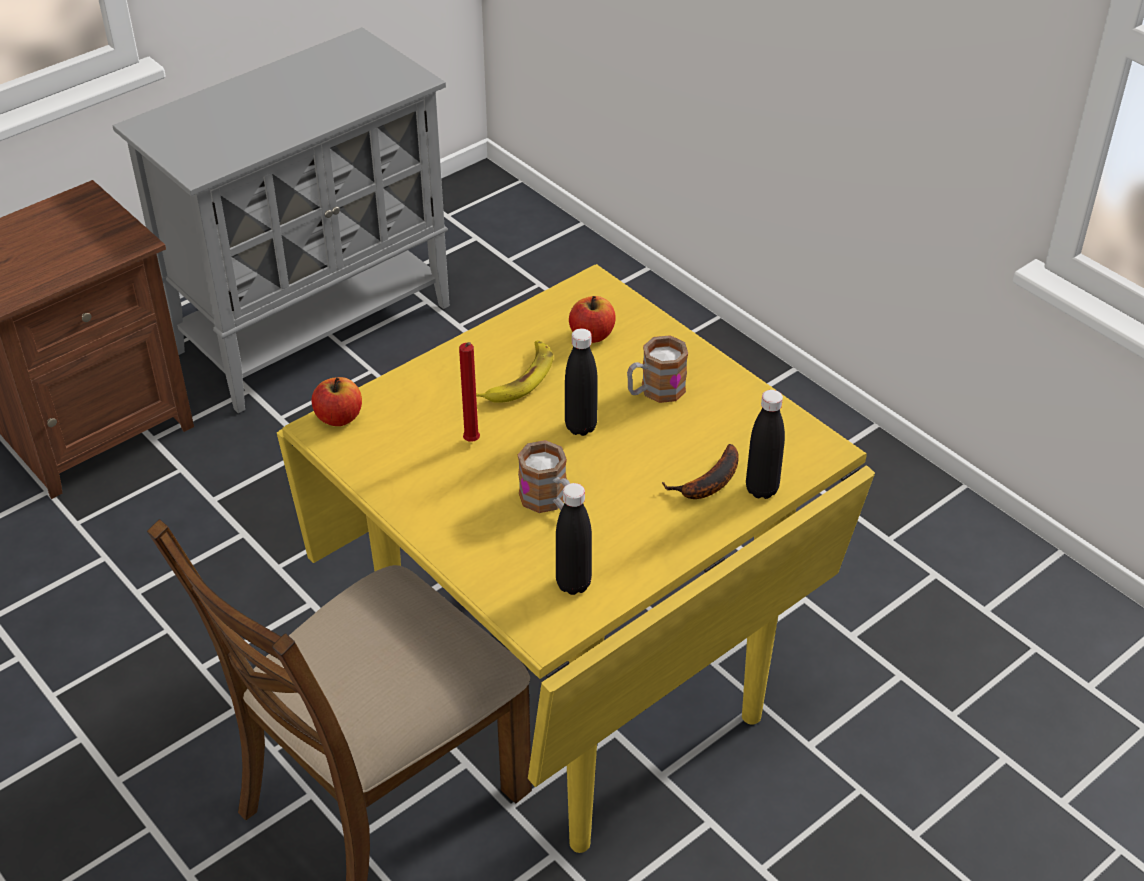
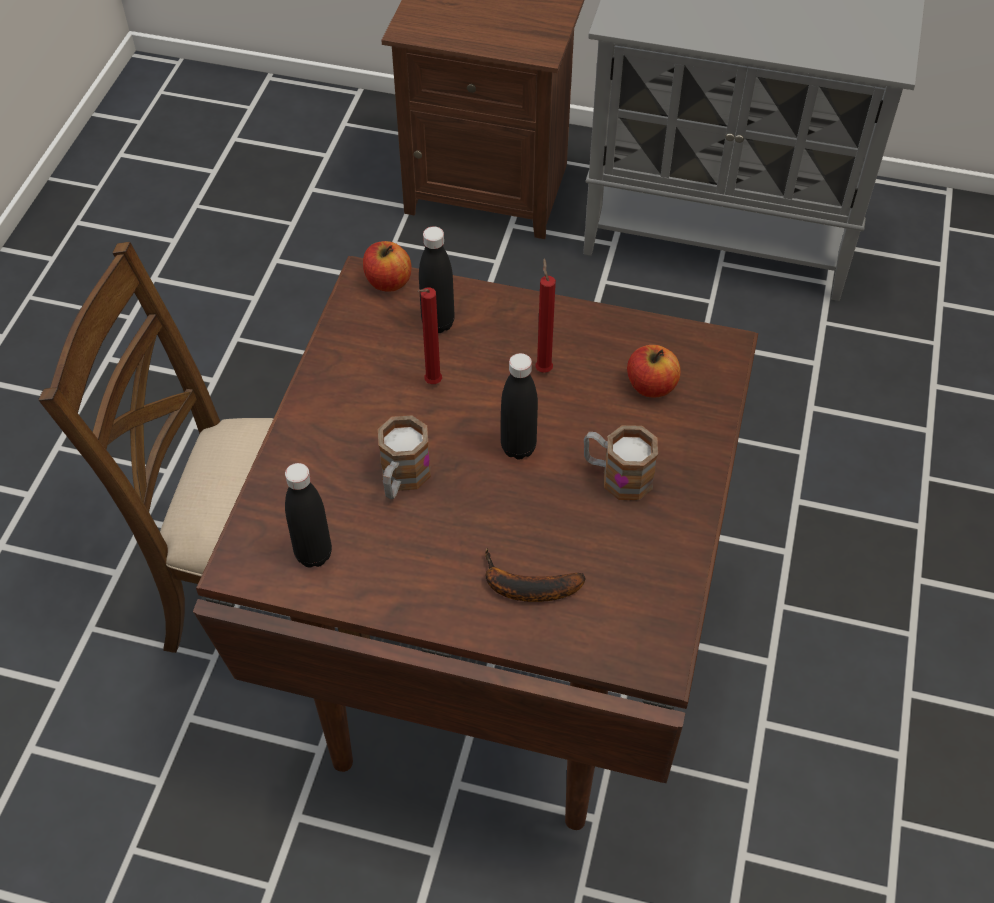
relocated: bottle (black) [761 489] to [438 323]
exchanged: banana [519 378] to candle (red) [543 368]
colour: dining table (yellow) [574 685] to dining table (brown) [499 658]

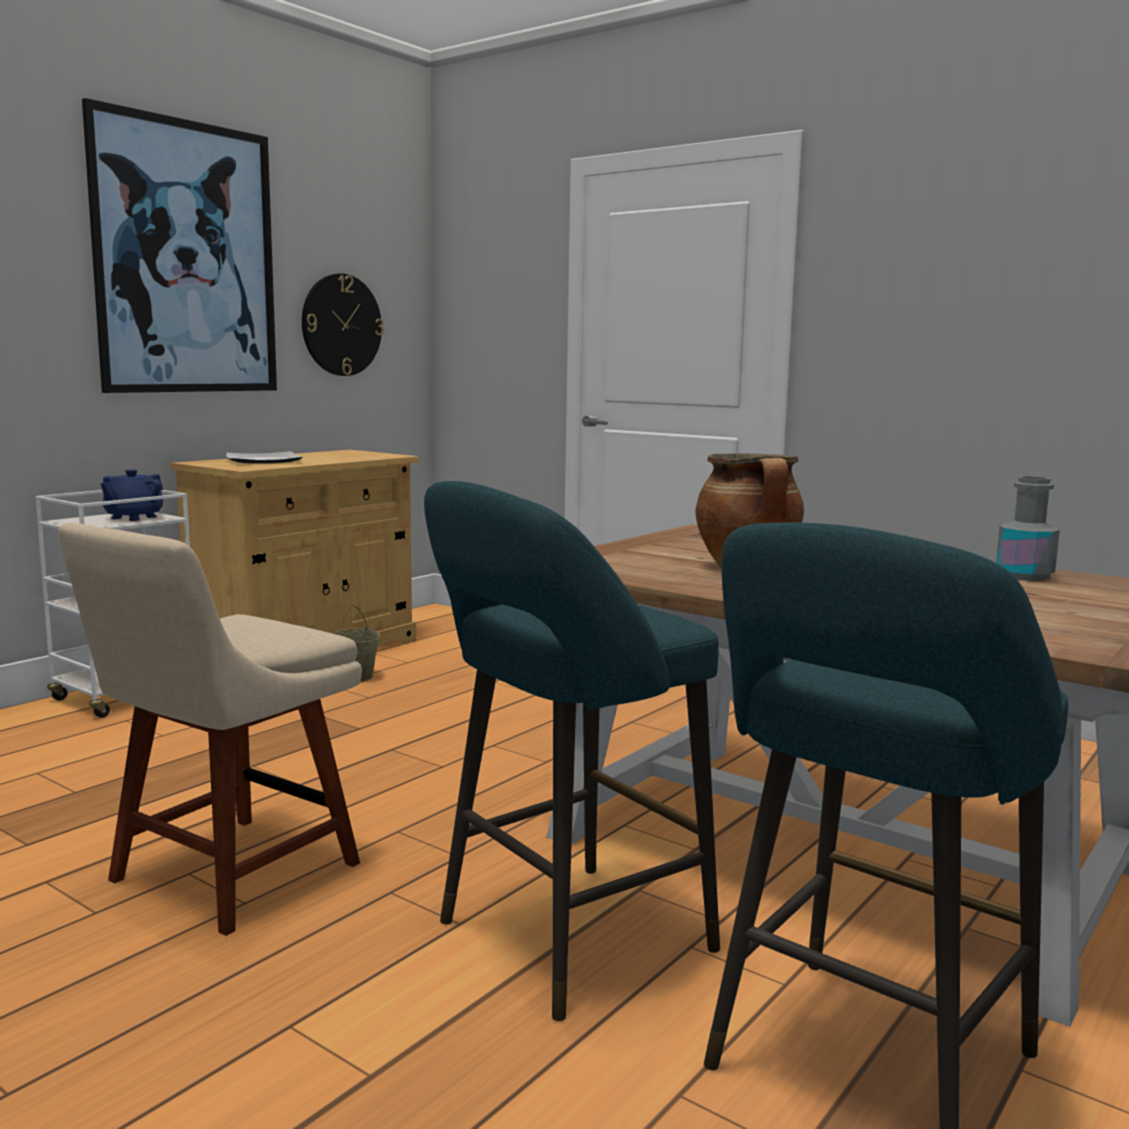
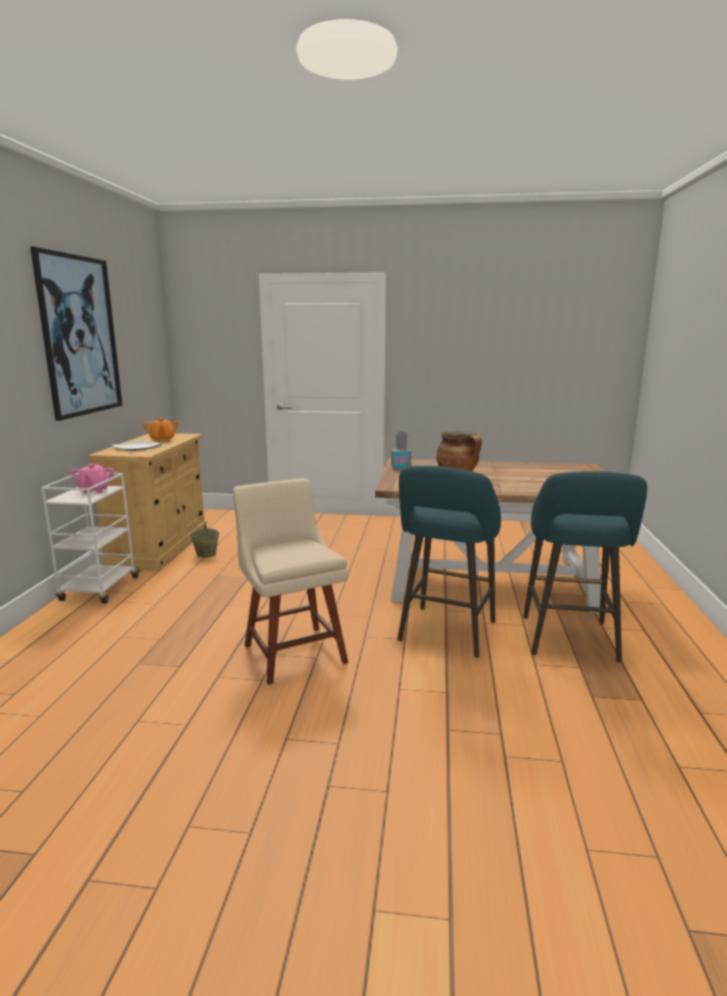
missing: wall clock [341 325]
appeared: teapot (orange) [162 440]
relocated: bottle (grey) [1024 576] to [401 467]
colour: teapot (blue) [133 517] to teapot (pink) [94 490]
spun: chair (beige) [225 876] = [293 651] 150 degrees clockwise

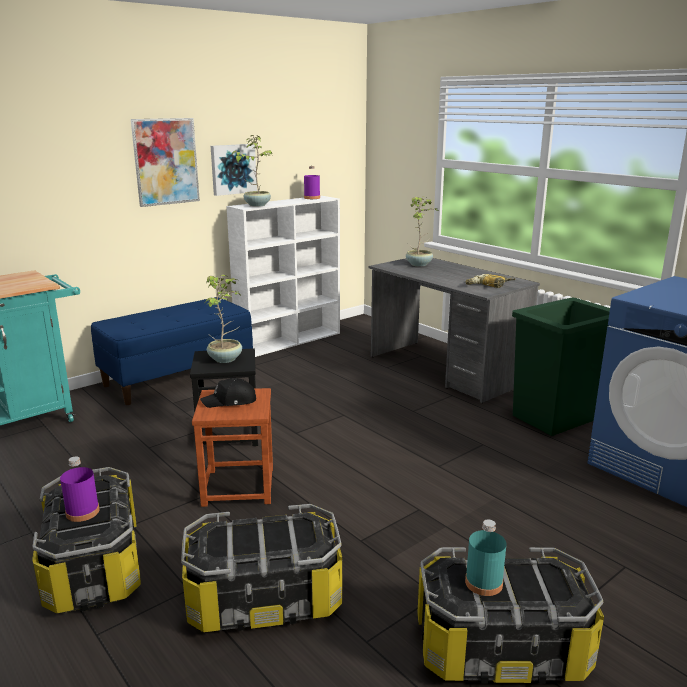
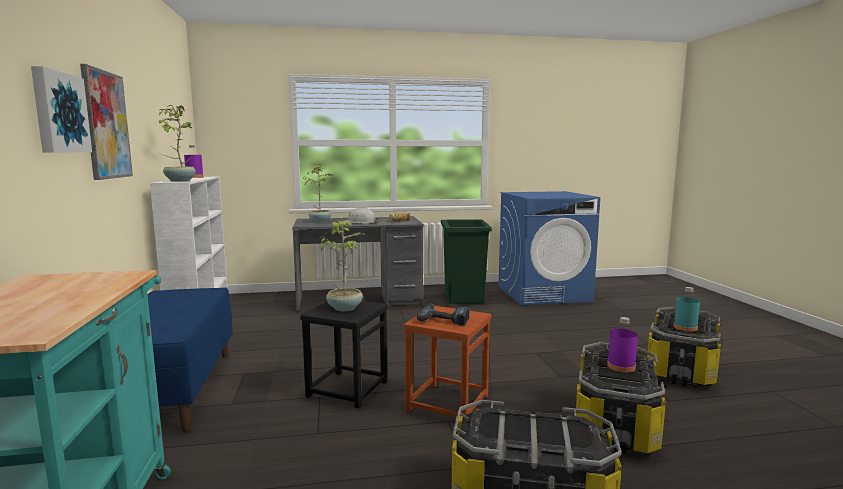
appeared: hard hat (white) [360 222]
relocated: picture [232 169] to [59 113]; bottle (purple) [82 512] to [621 366]
exchanged: cap (black) [230 401] to power drill [444 318]

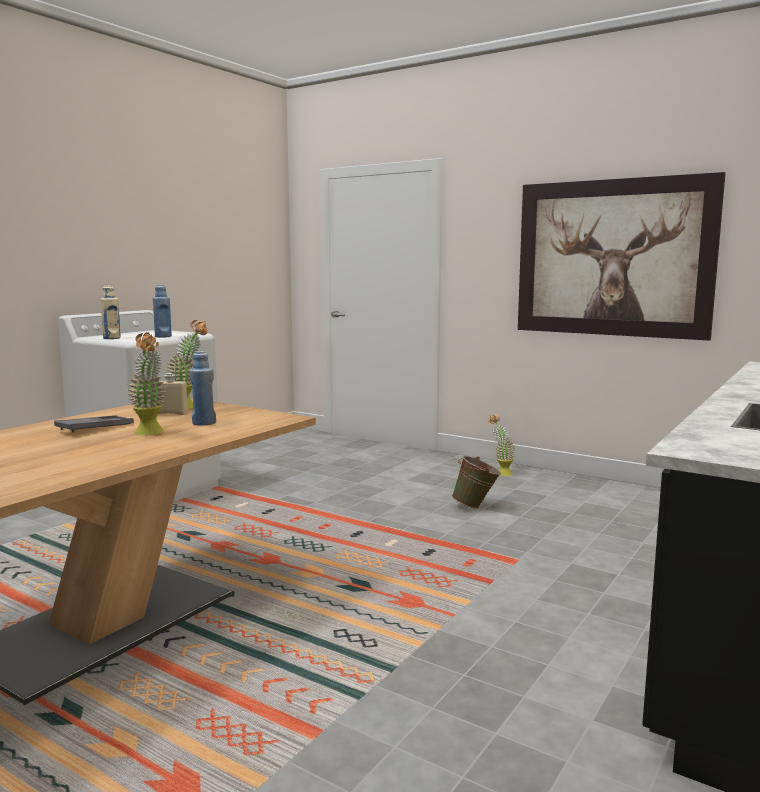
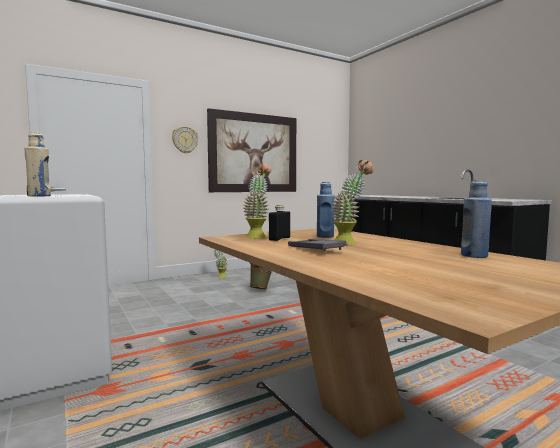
appeared: wall clock [185 139]
relocated: bottle (blue) [163 336] to [474 256]
colour: bottle (beige) [171 413] to bottle (black) [279 239]

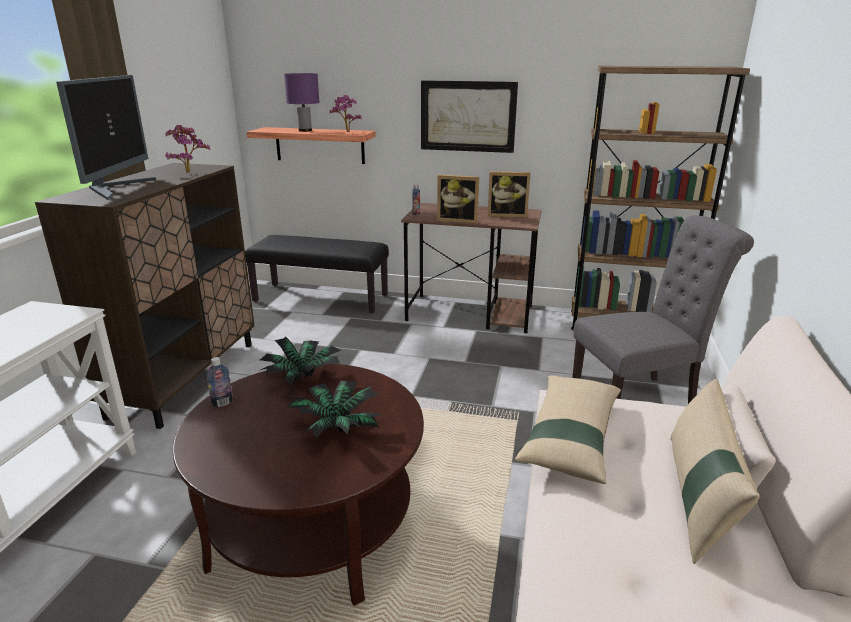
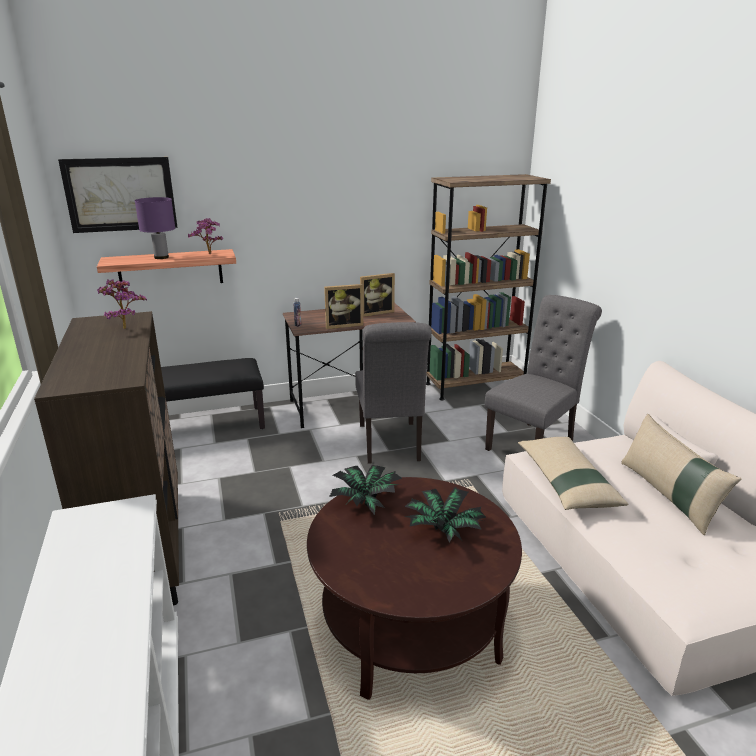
missing: monitor [117 188]; bottle [222 403]
appeared: chair (grey) [390 445]
relocated: picture [468 116] to [120 194]

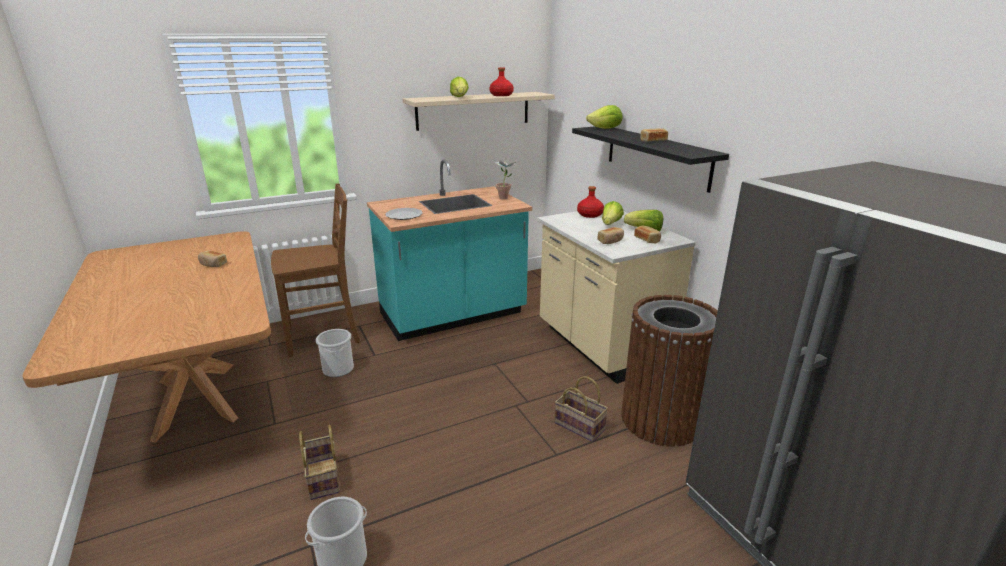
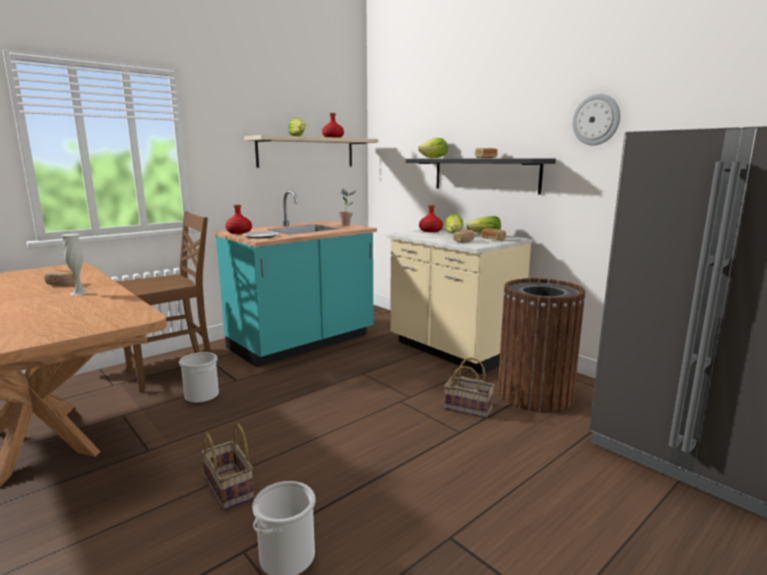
appeared: vase (white) [79 293]; bottle (red) [239 232]; wall clock [596 120]

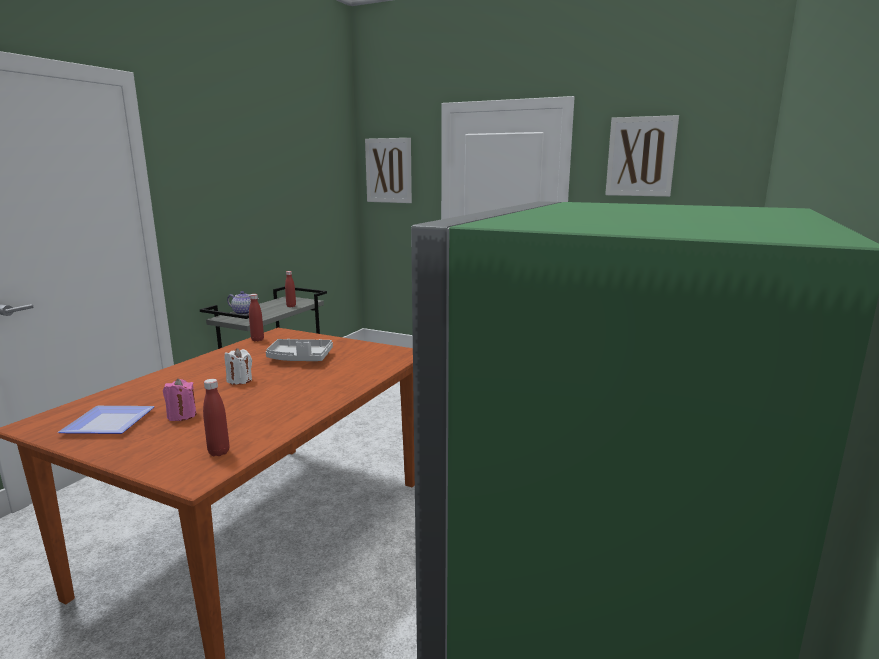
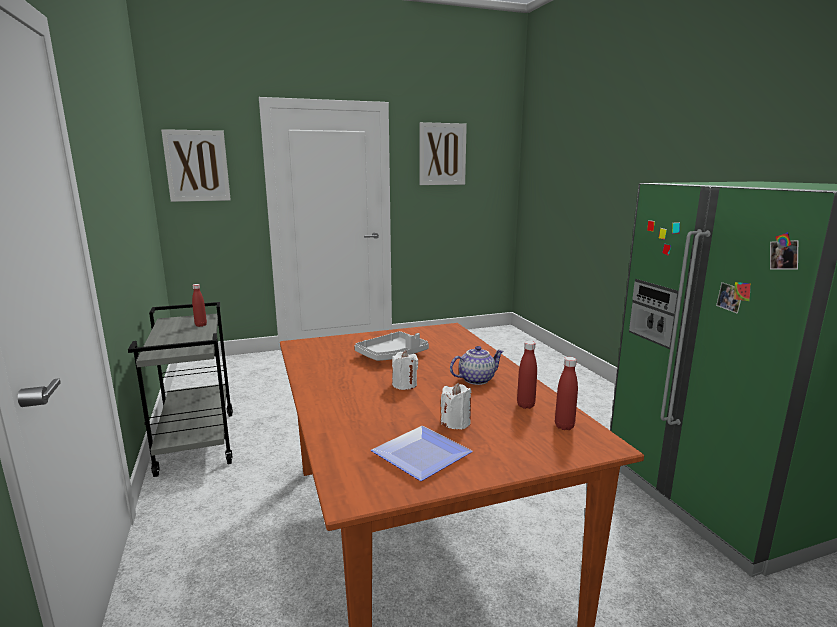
relocated: teapot [244 313] to [476 379]; bottle (red) [257 340] to [525 405]
colour: candle (pink) [182 415] to candle (white) [456 423]

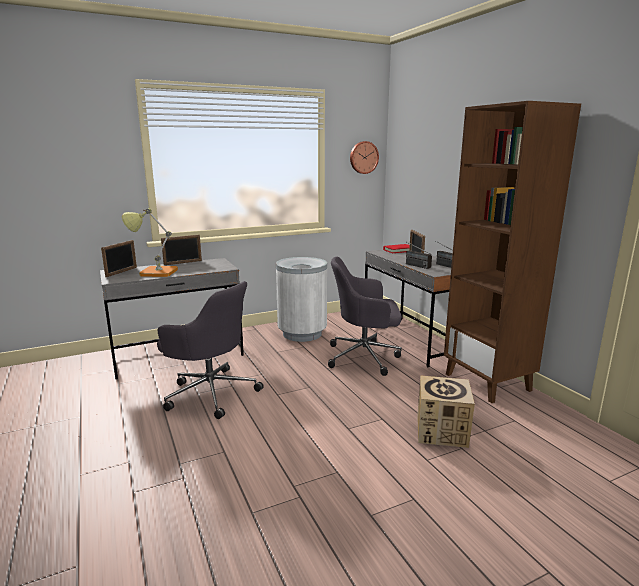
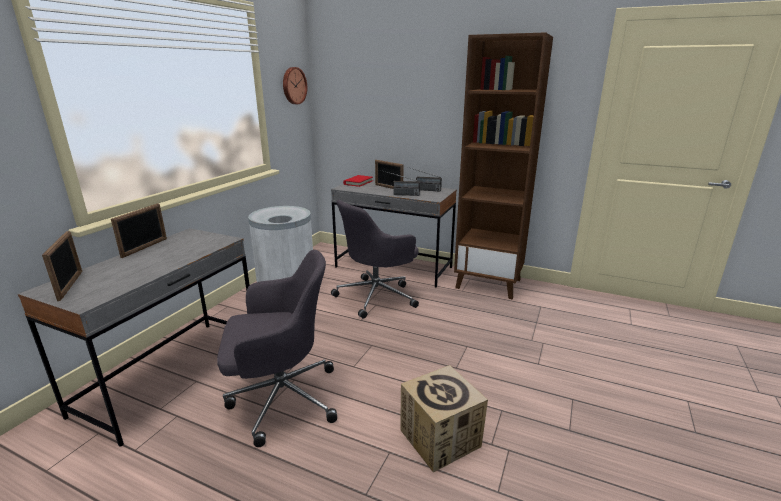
missing: table lamp [154 272]
relocated: cardboard box [442 431] to [440 438]

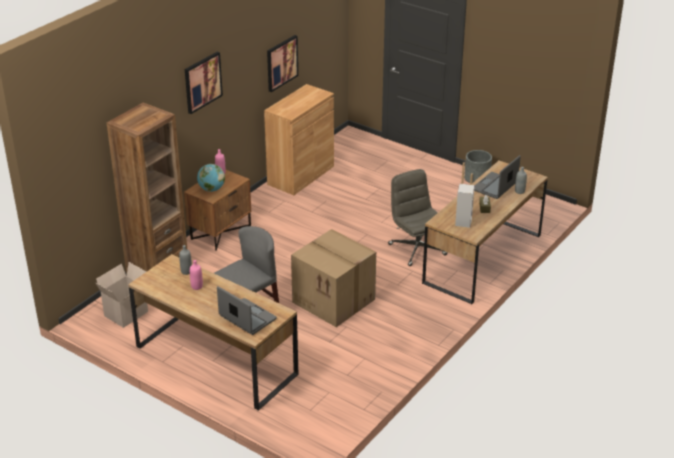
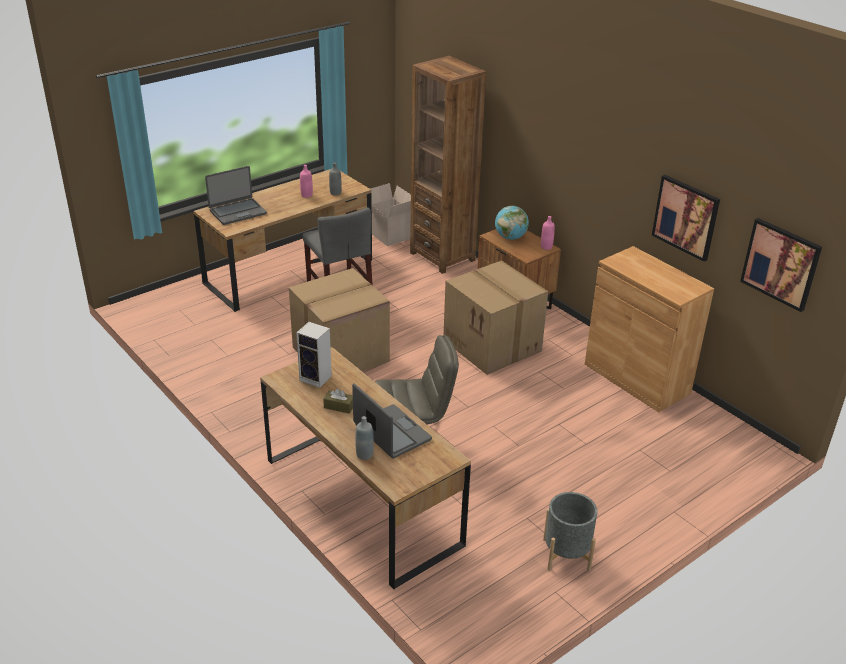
appeared: cardboard box [493 345]
relocated: picture [202 82] to [781 264]

